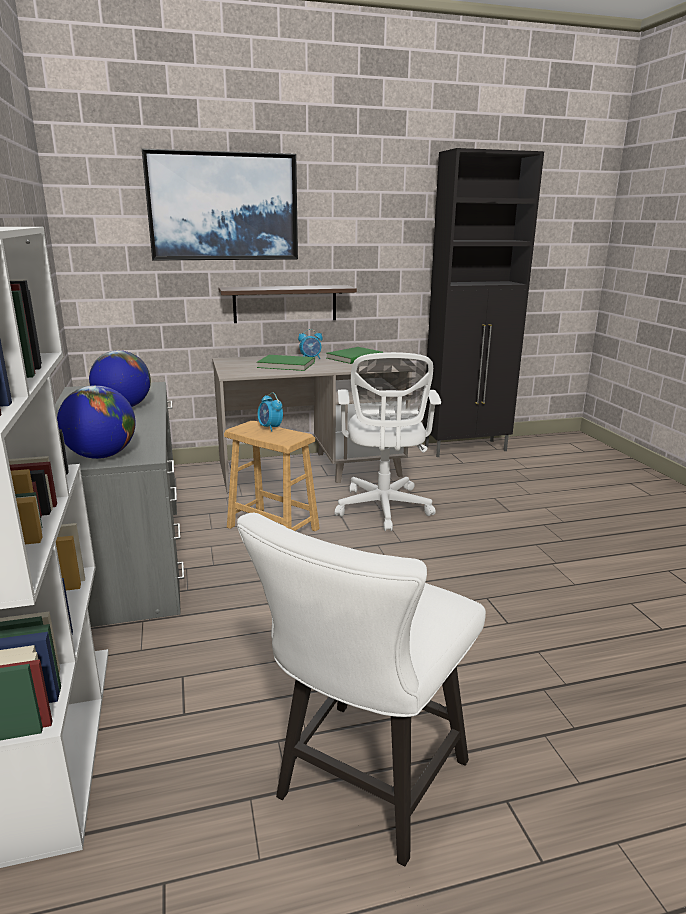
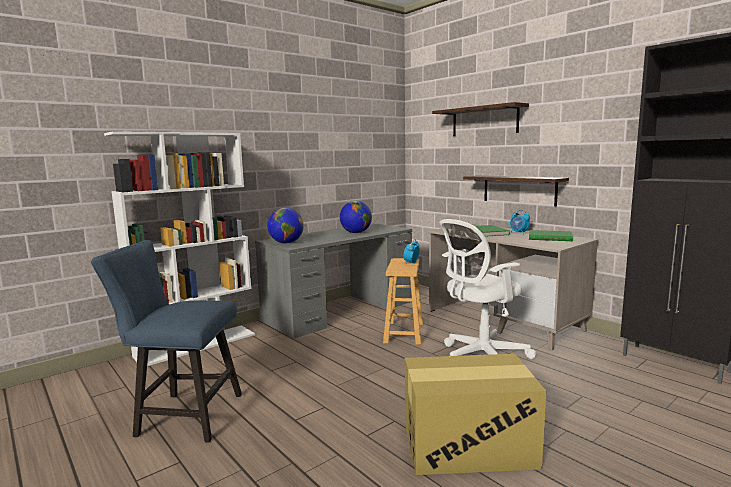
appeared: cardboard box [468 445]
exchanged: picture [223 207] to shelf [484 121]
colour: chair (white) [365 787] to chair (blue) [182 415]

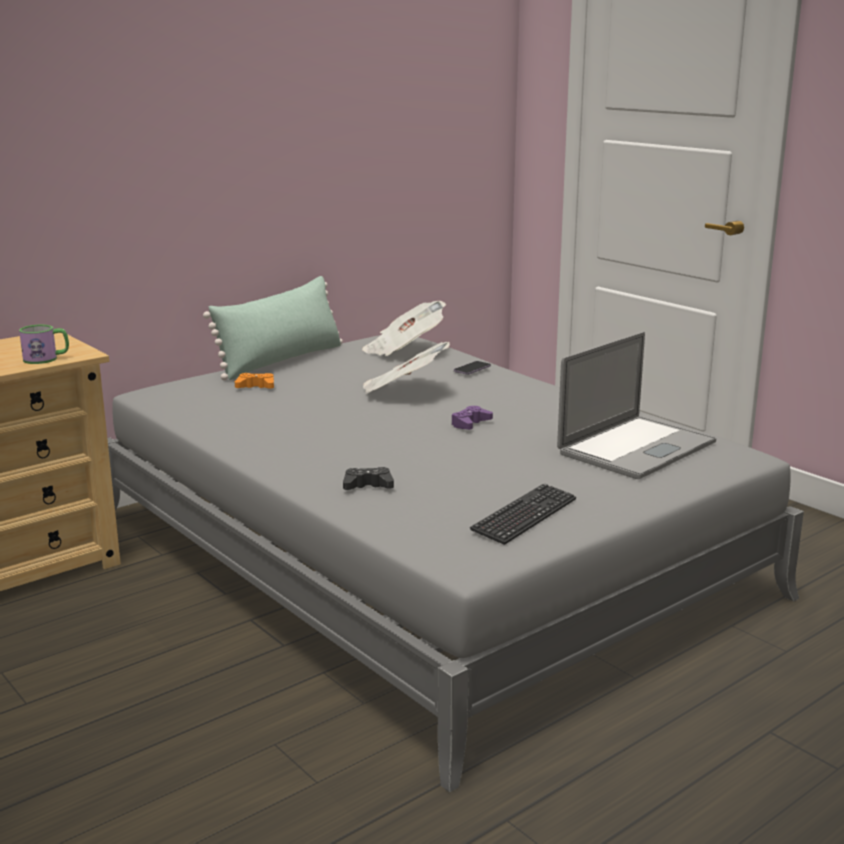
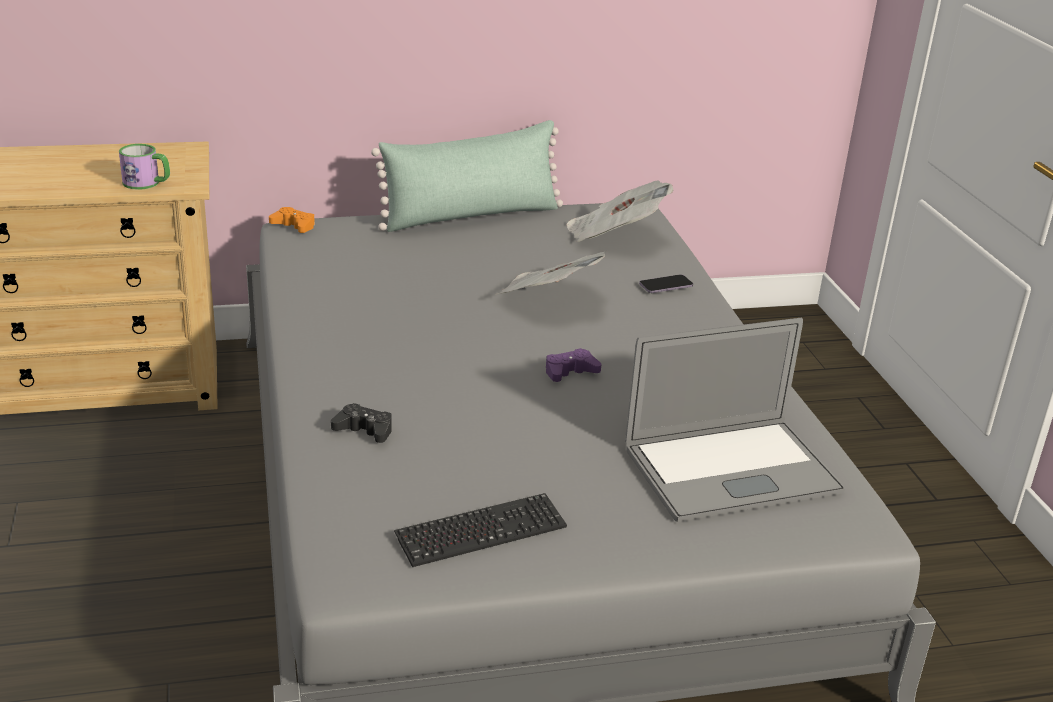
relocated: game controller (orange) [256 387] to [294 226]

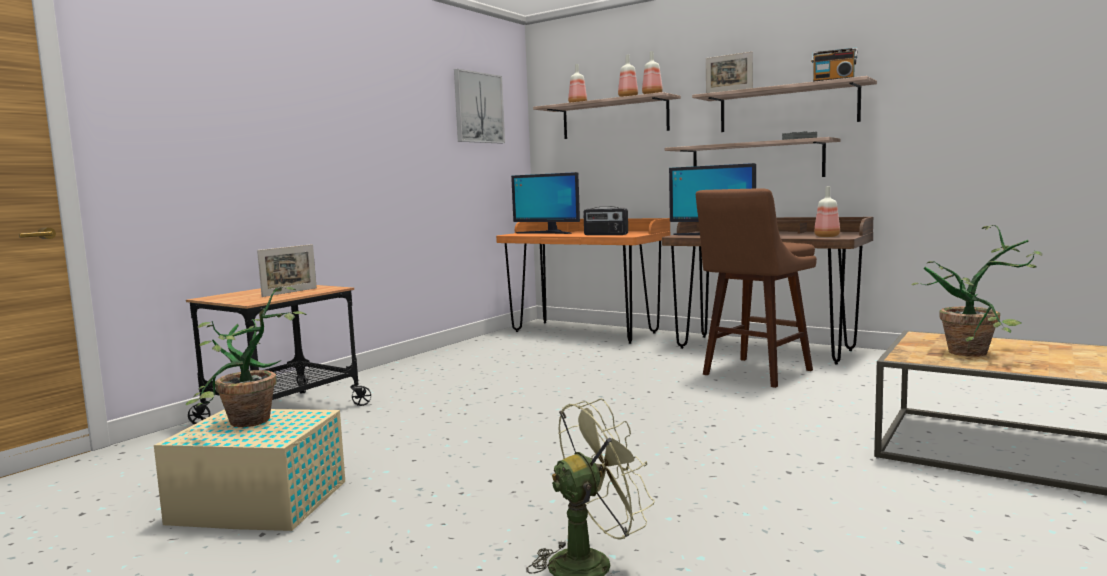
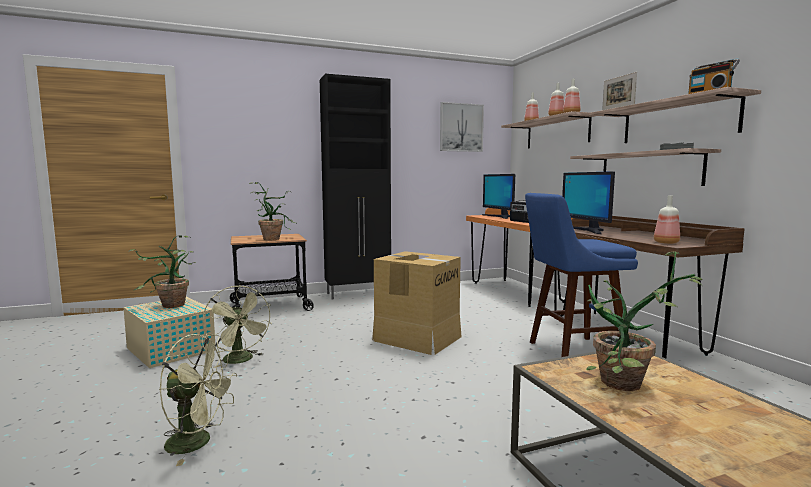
appeared: fan (green) [241 360]; cabinet (black) [359 293]; cardboard box [417 338]
exchanged: picture frame [290 292] to potted plant [273 238]
colour: stool (brown) [754 374] to stool (blue) [570 352]

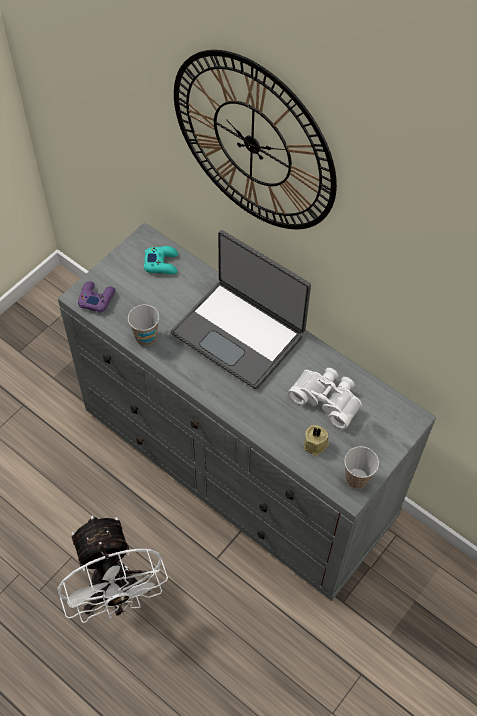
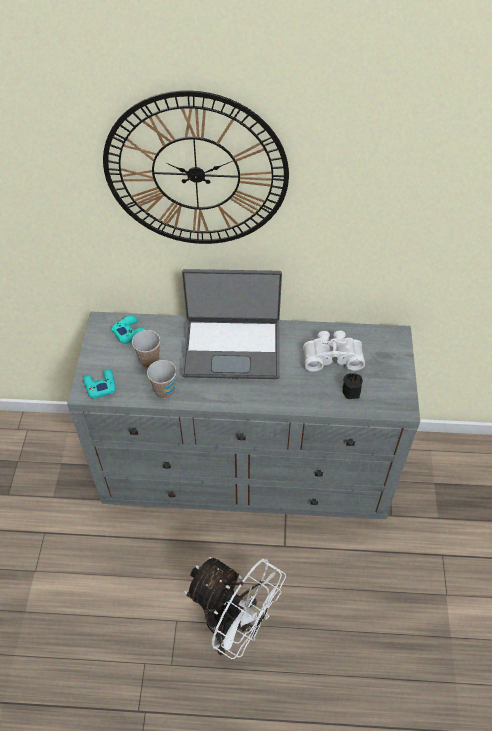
relocated: cup [357 478] to [149 360]
colour: game controller (purple) [96 298] to game controller (turquoise) [100 386]; candle (beige) [316 444] to candle (black) [352 390]

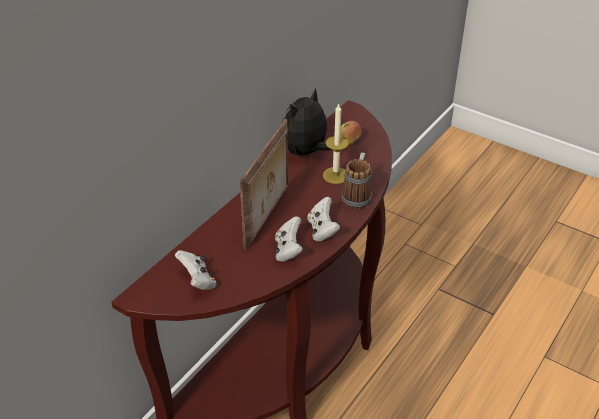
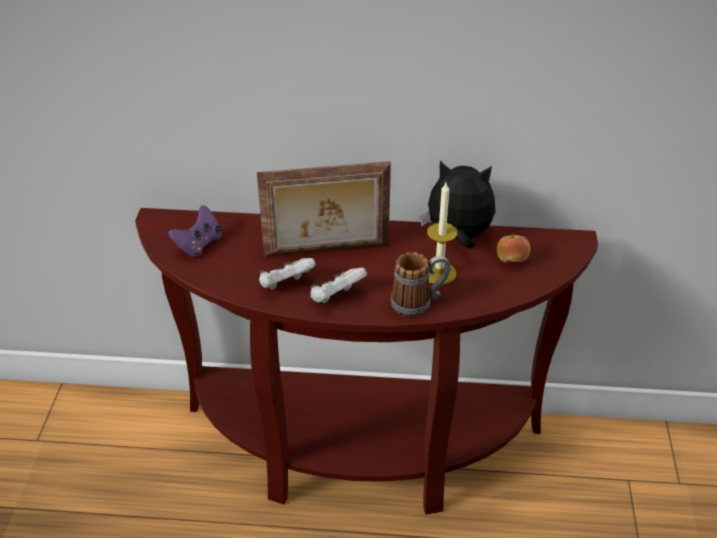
colour: game controller (white) [198 281] to game controller (purple) [199 244]

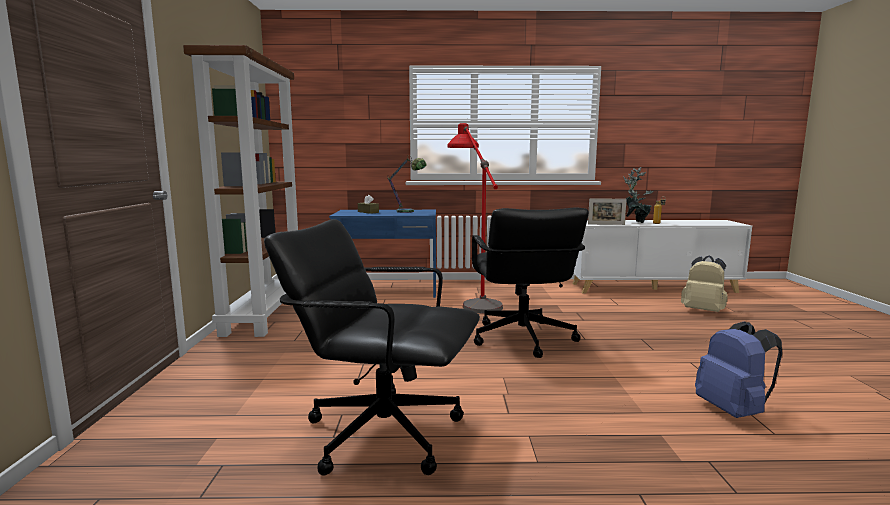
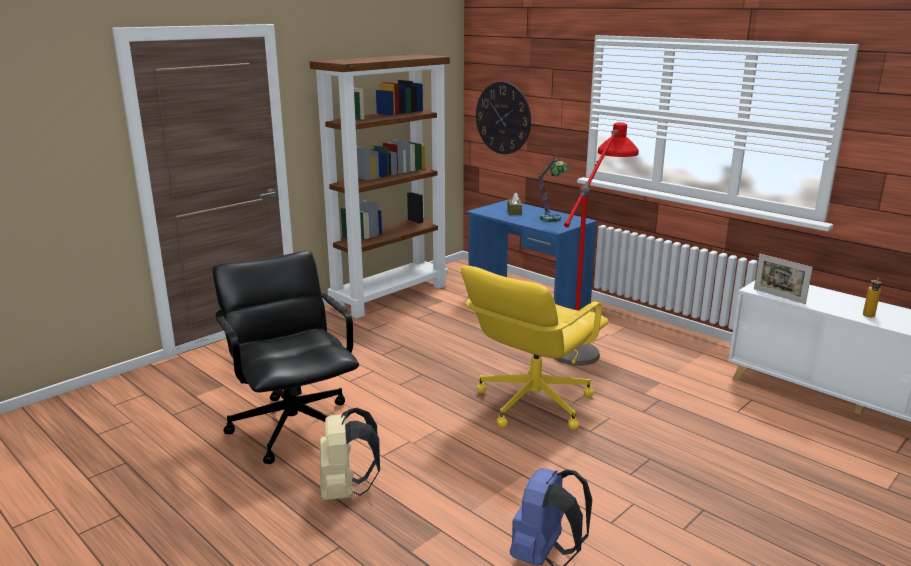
missing: potted plant [636 222]
appeared: wall clock [503 118]
relocated: backpack (beige) [703 311] to [346 491]
colour: office chair (black) [522 338] to office chair (yellow) [532 403]

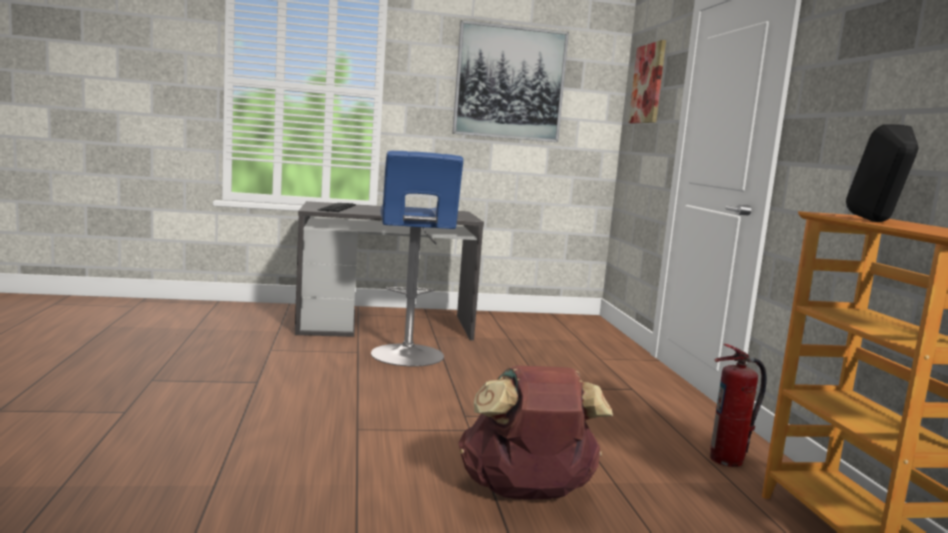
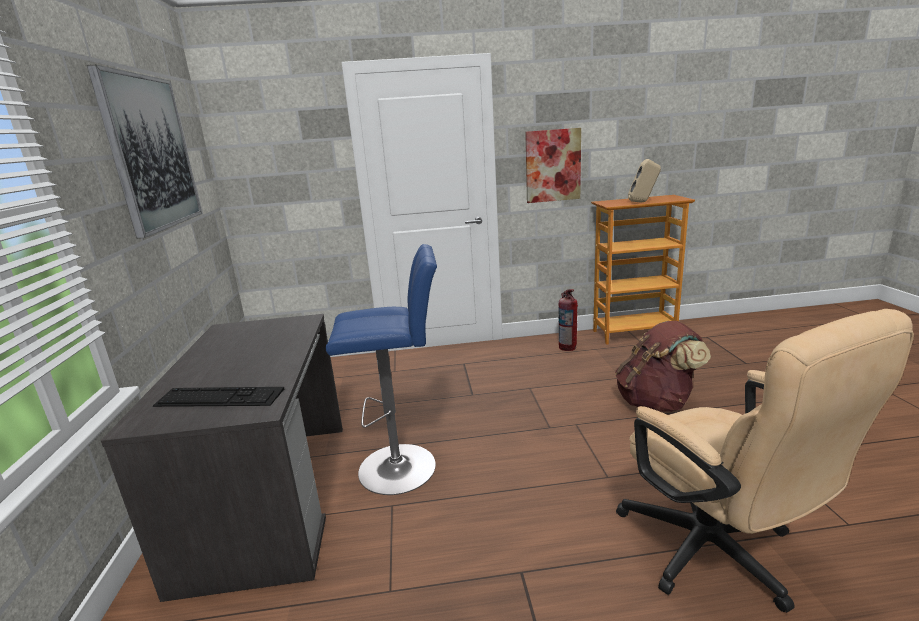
appeared: office chair (beige) [719 556]
relocated: picture [648 84] to [553 165]
colour: speaker (black) [877 222] to speaker (beige) [643 202]

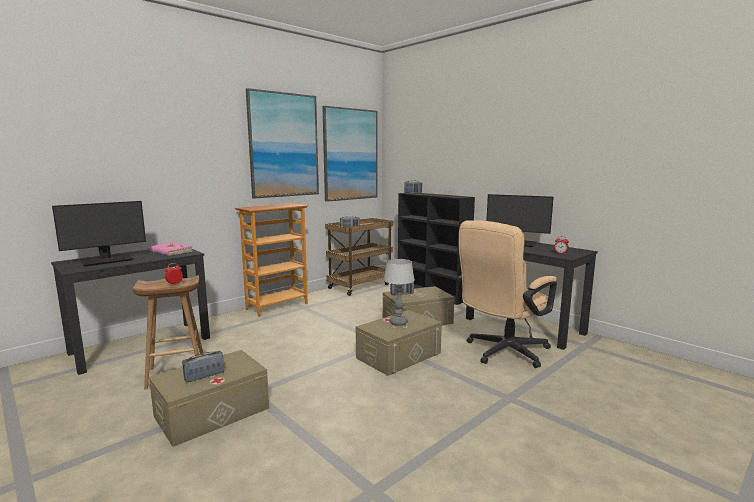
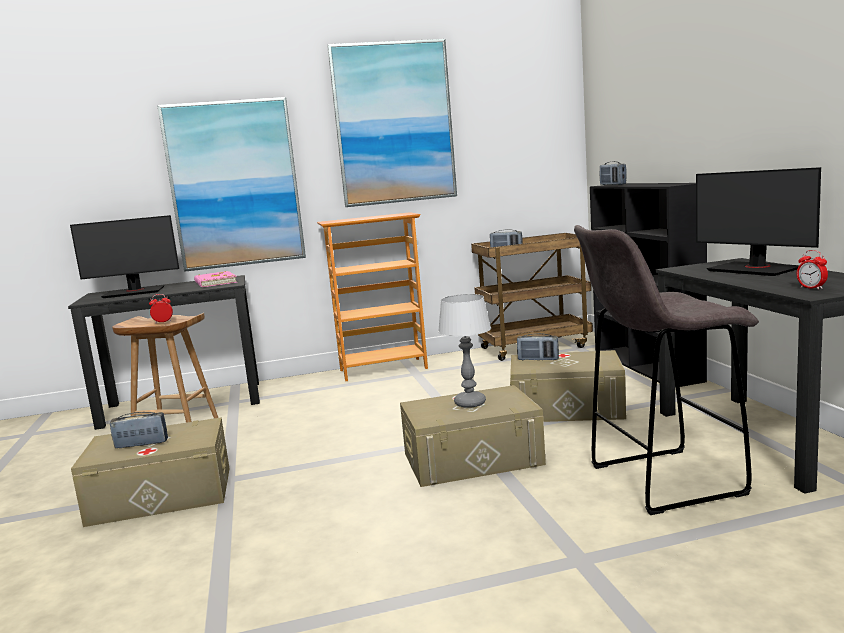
relocated: picture [350 154] to [235 184]
exchanged: office chair (beige) [502 353] to stool (grey) [661 481]

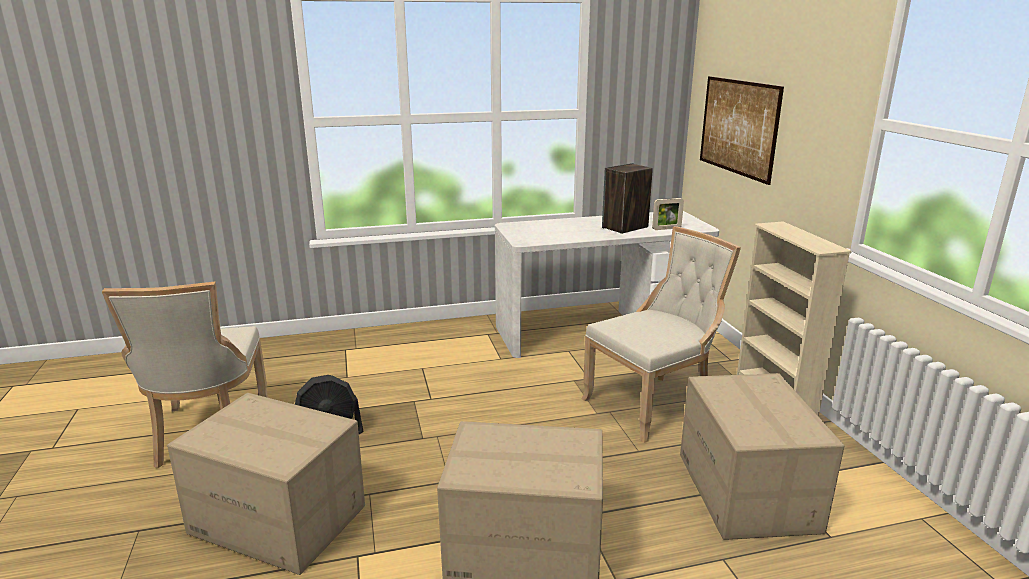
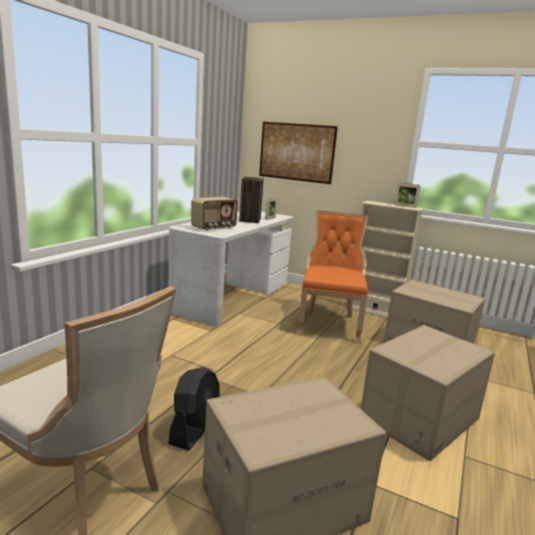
appeared: radio [214 228]; picture frame [405 206]
colour: chair (beige) [653 404] to chair (orange) [329 324]

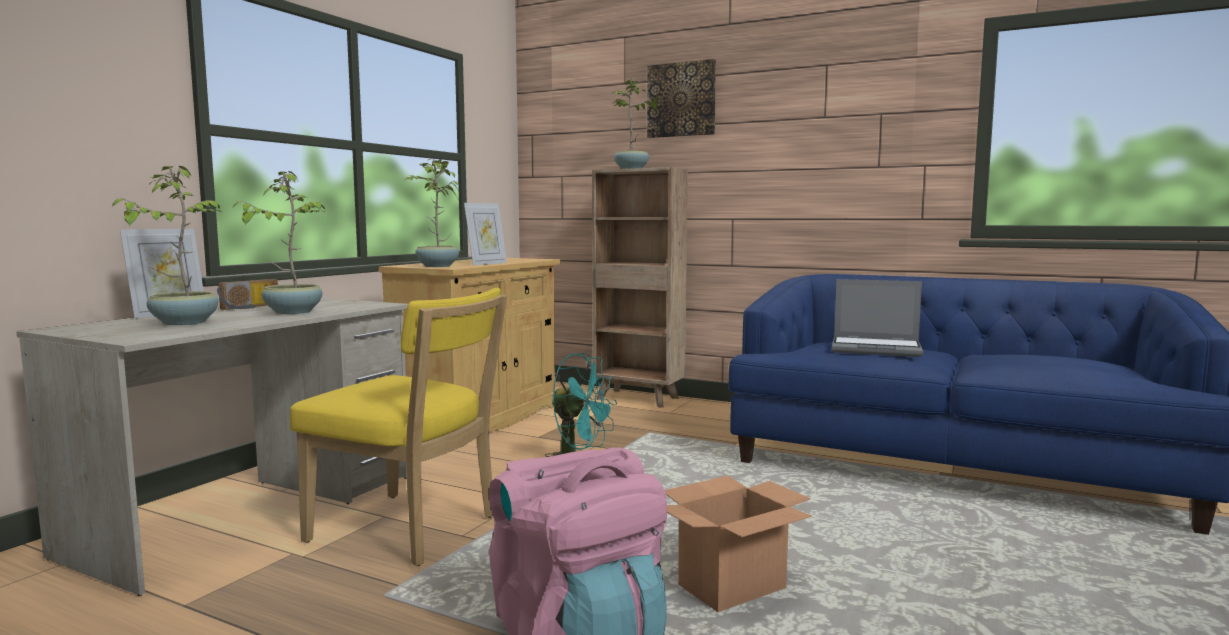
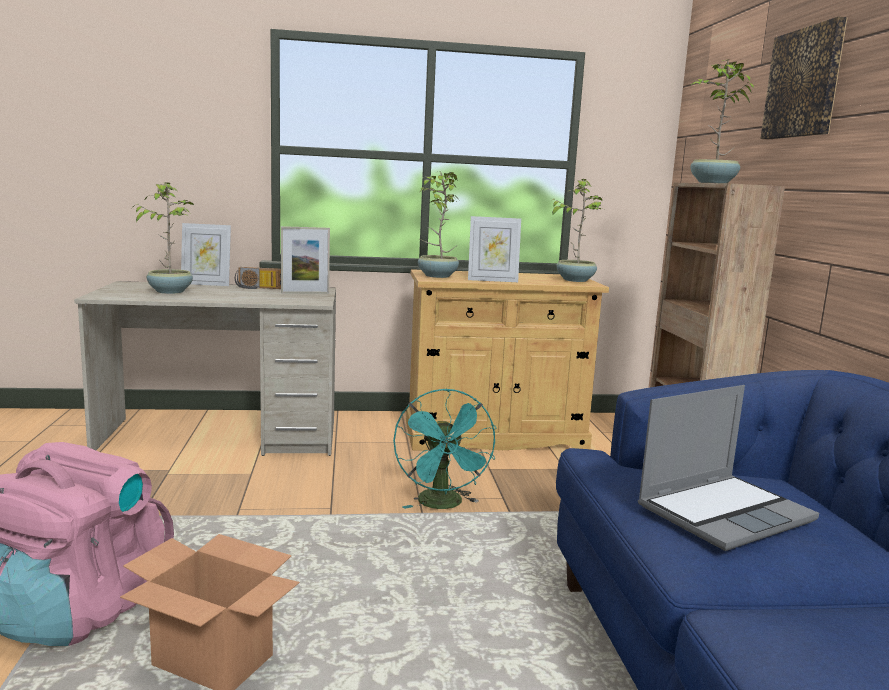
missing: chair (yellow) [410 530]
appeared: picture frame [305 293]
relocated: potted plant [292 312] to [575 280]
spun: laptop [877 349] = [724 512] 105 degrees counterclockwise

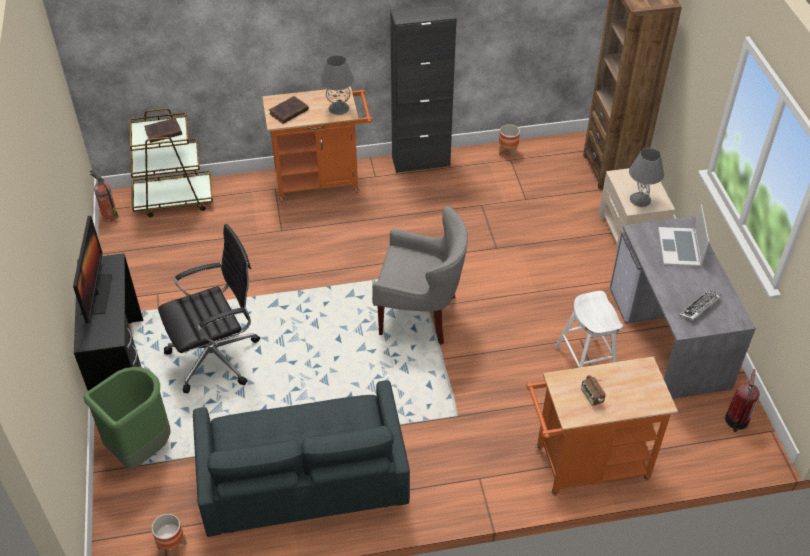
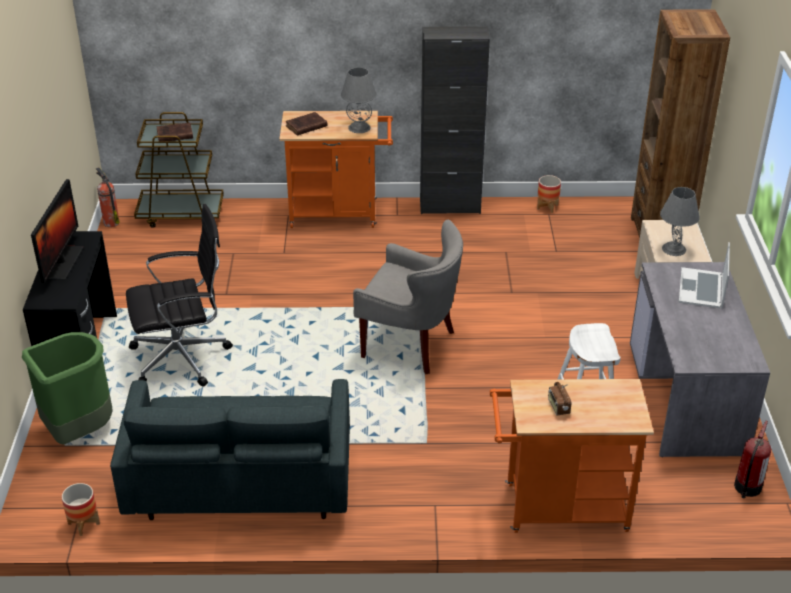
missing: keyboard [700 307]

